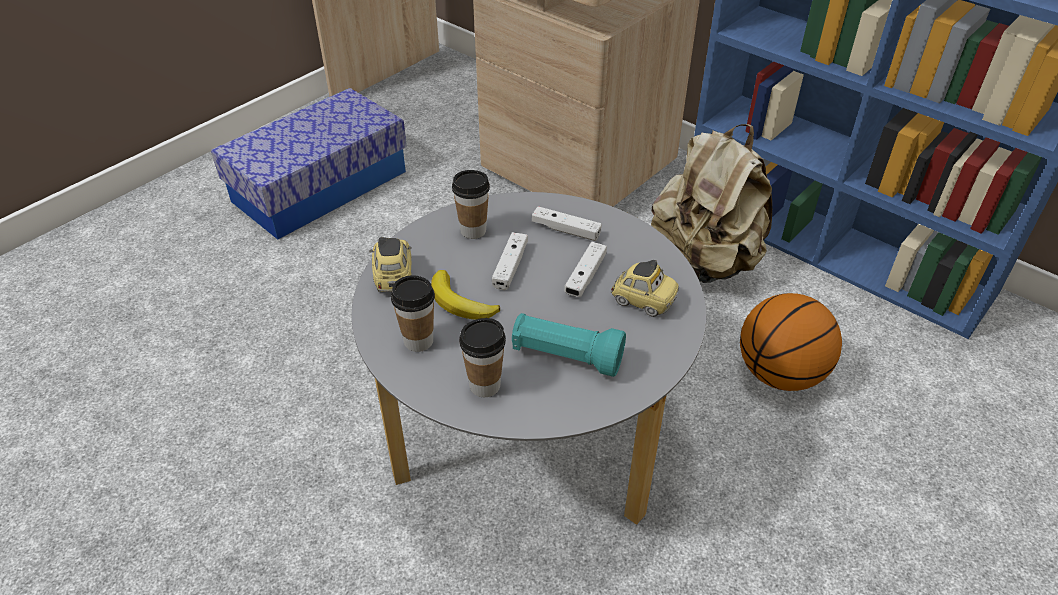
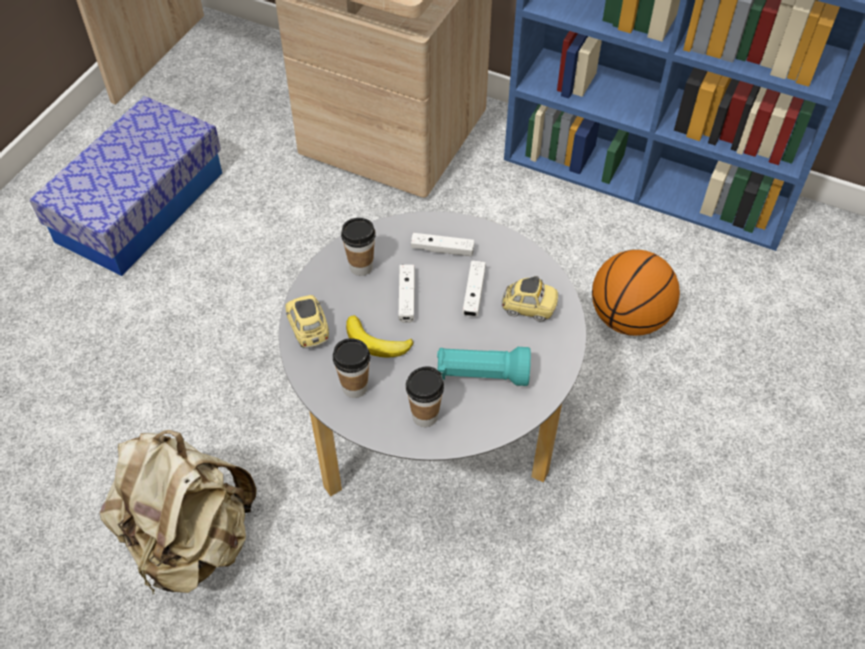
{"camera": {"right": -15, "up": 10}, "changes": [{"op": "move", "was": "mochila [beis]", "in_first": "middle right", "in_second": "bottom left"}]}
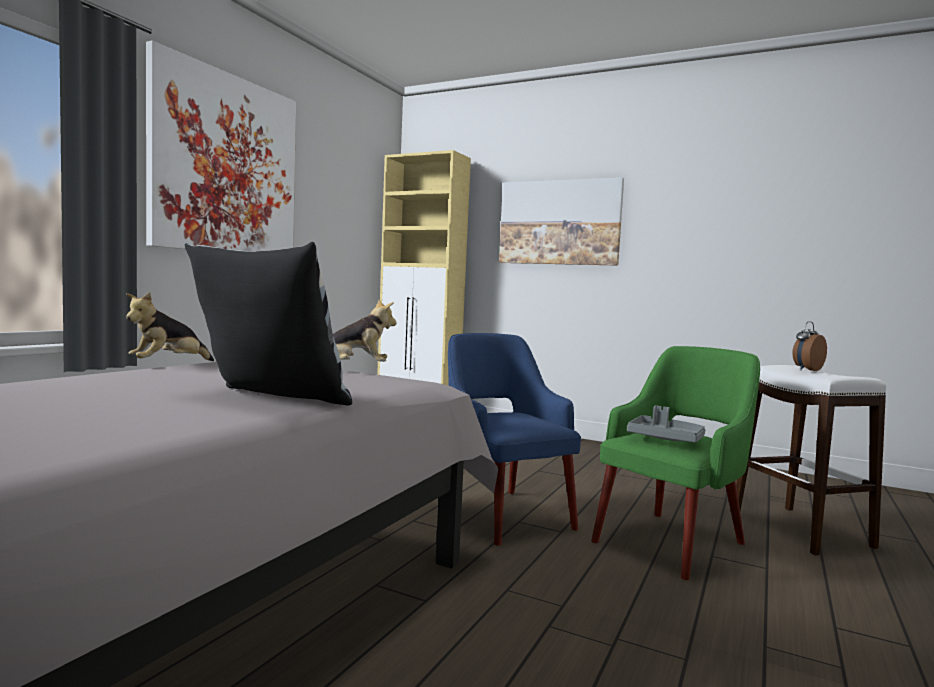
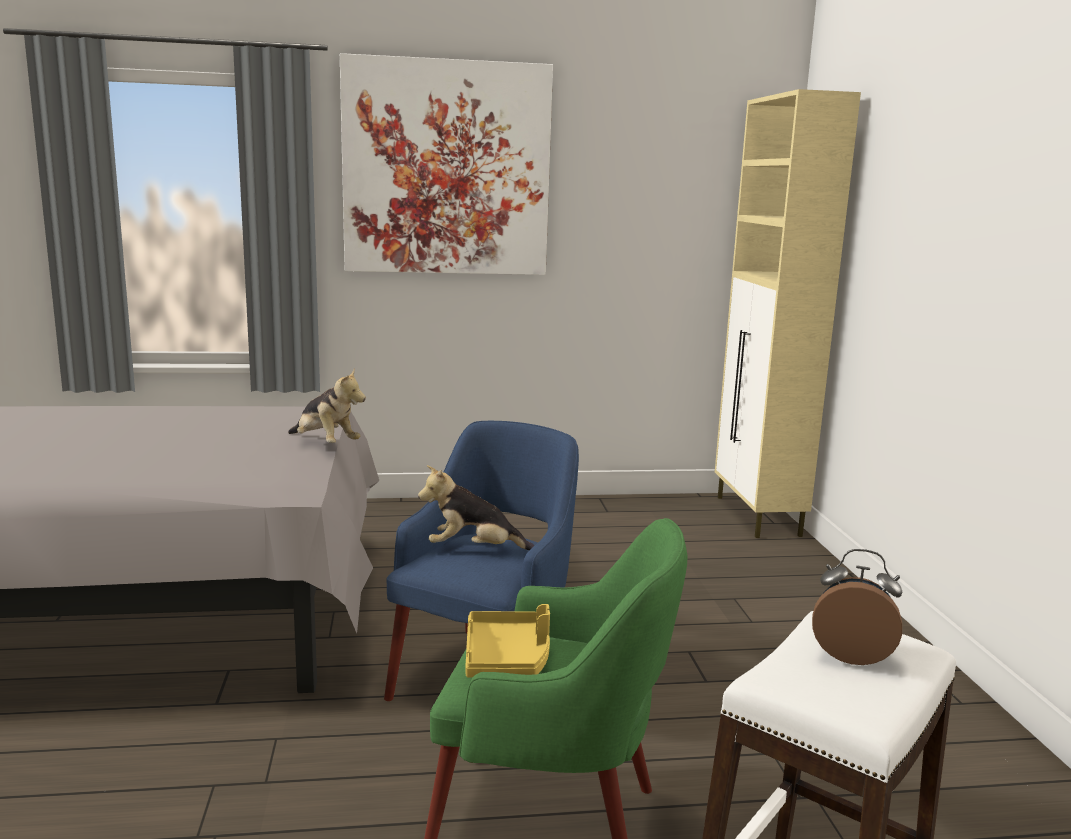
{"camera": {"right": 55, "up": 10}, "changes": [{"op": "delete", "was": "cojín", "in_first": "middle left"}, {"op": "delete", "was": "cuadro (2nd from left)", "in_first": "top centre"}, {"op": "move", "was": "peluche (1st from left in the first image)", "now": "peluche (2nd from left)", "in_first": "middle left", "in_second": "centre"}, {"op": "recolor", "was": "bandeja [gris]", "now": "bandeja [amarillo]", "in_first": "middle right", "in_second": "bottom centre"}]}
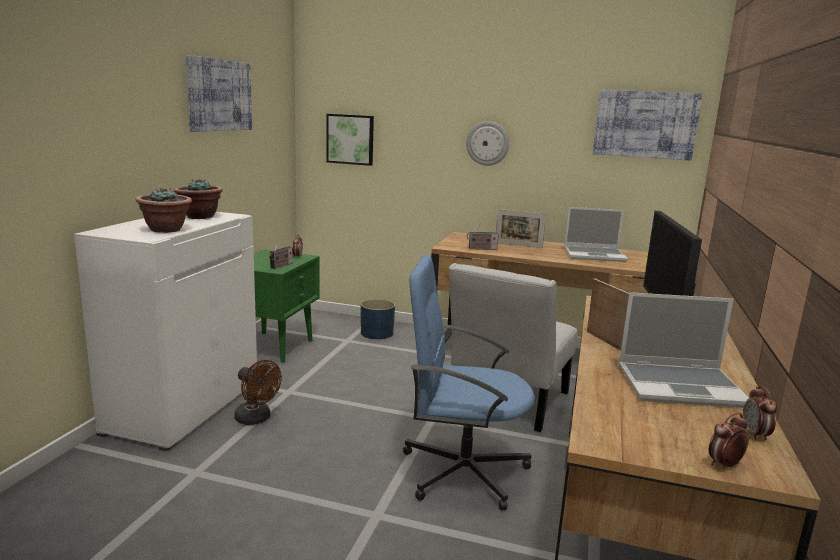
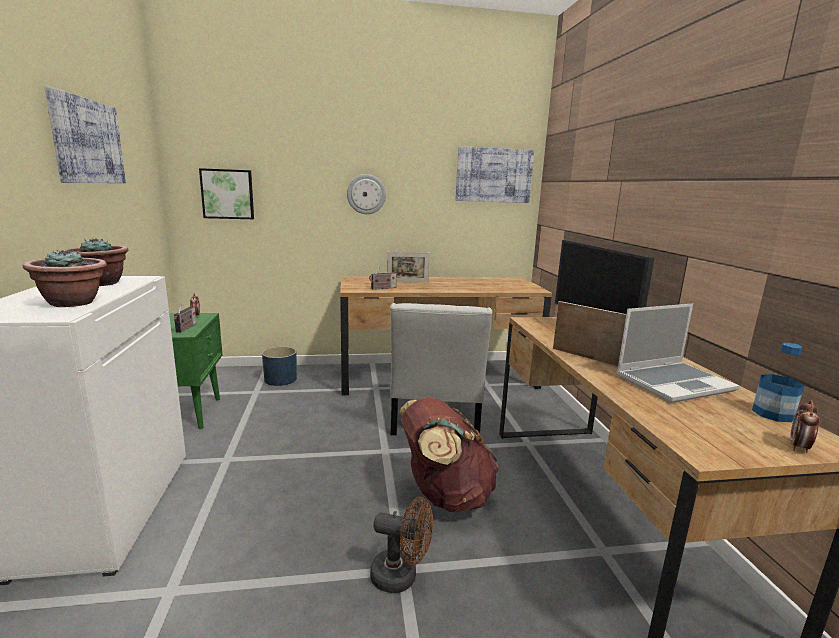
{"camera": {"right": -25, "up": 0}, "changes": [{"op": "delete", "was": "portátil (1st from left)", "in_first": "middle right"}, {"op": "move", "was": "ventilador [marrón]", "in_first": "bottom left", "in_second": "bottom centre"}, {"op": "replace", "was": "silla de oficina [azul]", "now": "mochila [marrón]", "in_first": "bottom centre", "in_second": "bottom centre"}, {"op": "replace", "was": "despertador (3rd from left)", "now": "botella", "in_first": "bottom right", "in_second": "middle right"}]}
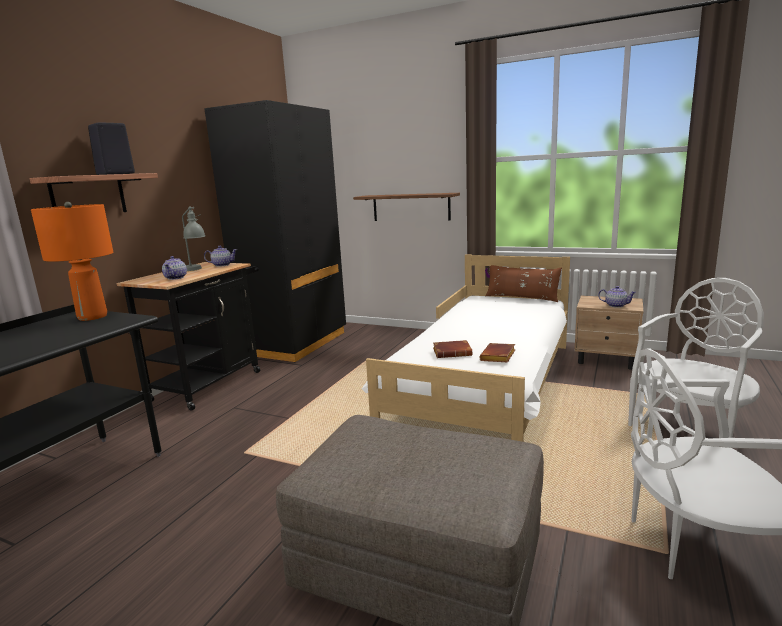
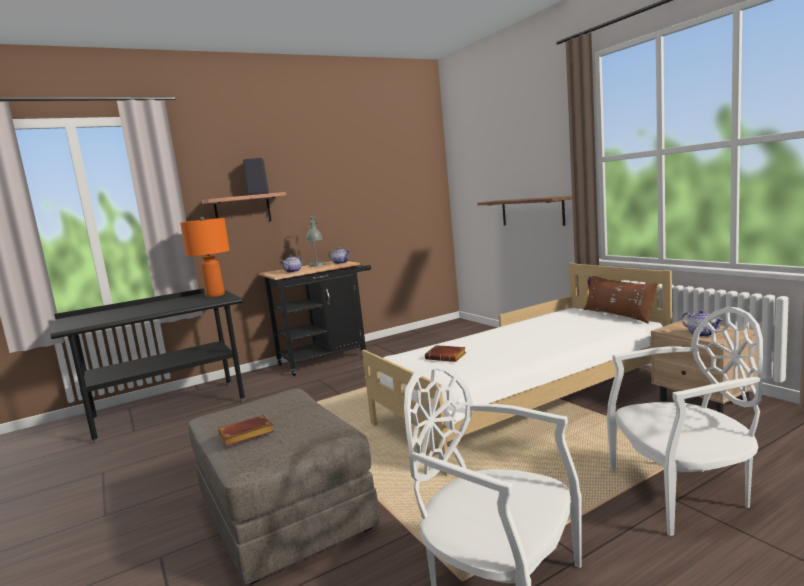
{"camera": {"right": 35, "up": -5}, "changes": [{"op": "delete", "was": "armario ropero [negro]", "in_first": "centre"}, {"op": "move", "was": "libro [marrón] (2nd from left in the first image)", "now": "libro [marrón] (1st from left)", "in_first": "centre", "in_second": "bottom left"}]}
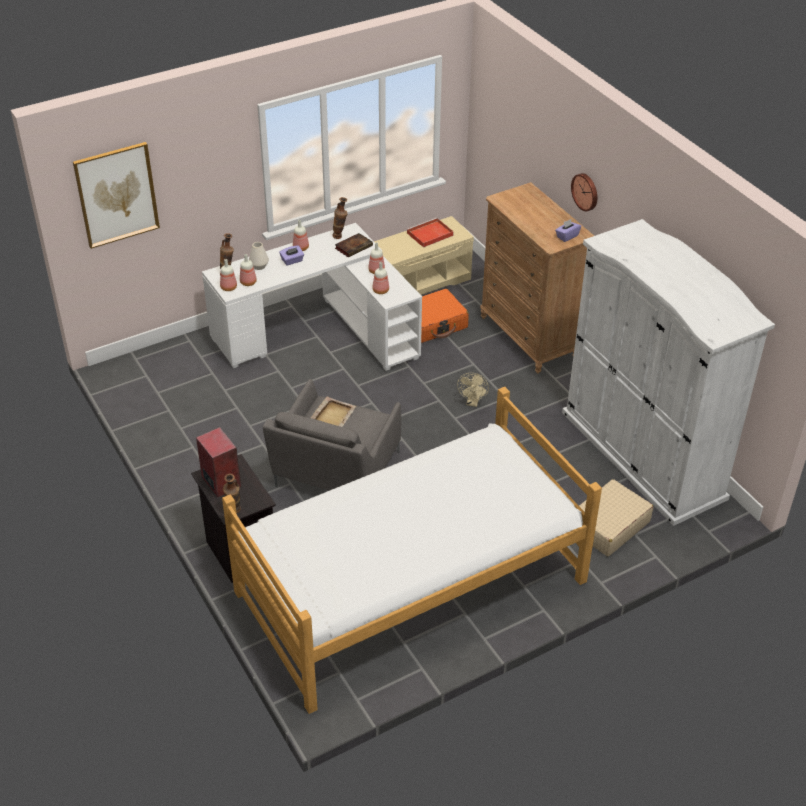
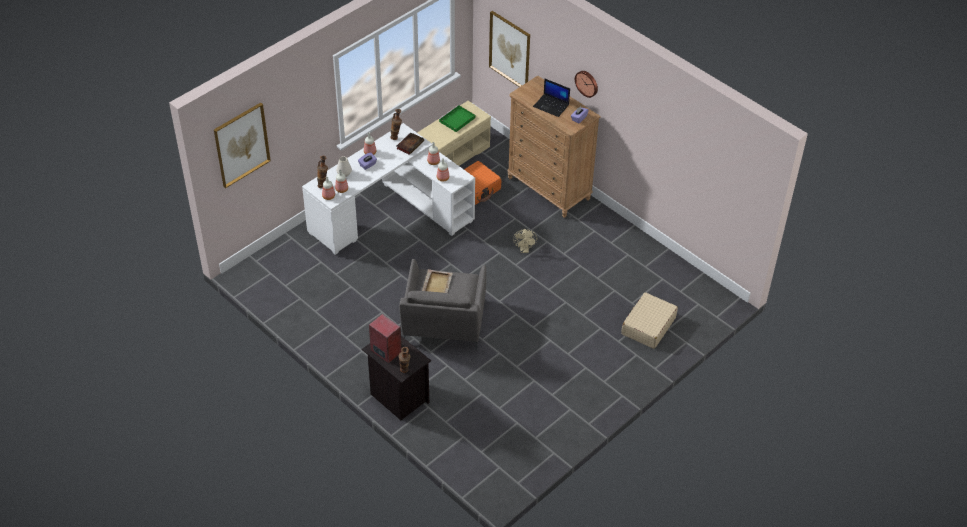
{"camera": {"right": -15, "up": 5}, "changes": [{"op": "delete", "was": "cama", "in_first": "bottom centre"}, {"op": "delete", "was": "armario ropero [blanco]", "in_first": "middle right"}, {"op": "insert", "now": "cuadro (2nd from left)", "in_second": "top centre"}, {"op": "insert", "now": "portátil", "in_second": "top centre"}, {"op": "recolor", "was": "bandeja [rojo]", "now": "bandeja [verde]", "in_first": "top centre", "in_second": "top centre"}]}
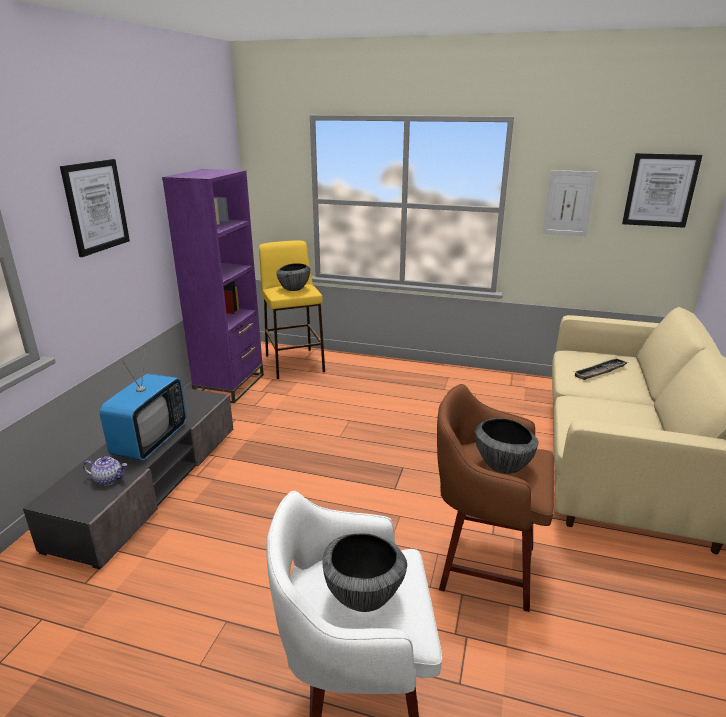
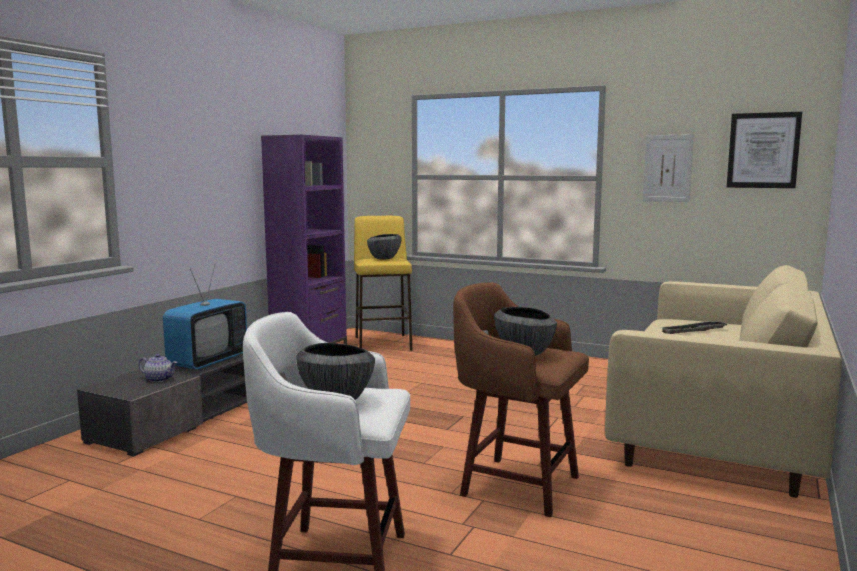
{"camera": {"right": 10, "up": -15}, "changes": [{"op": "delete", "was": "cuadro (1st from left)", "in_first": "top left"}]}
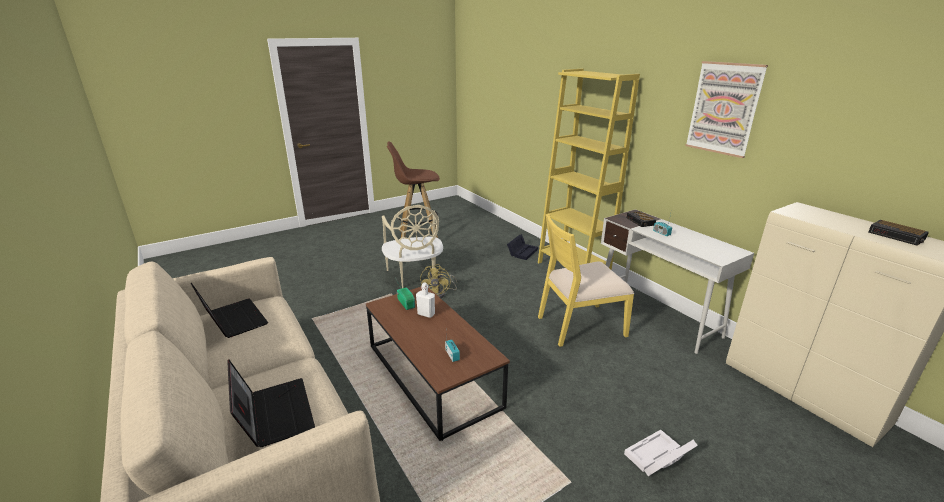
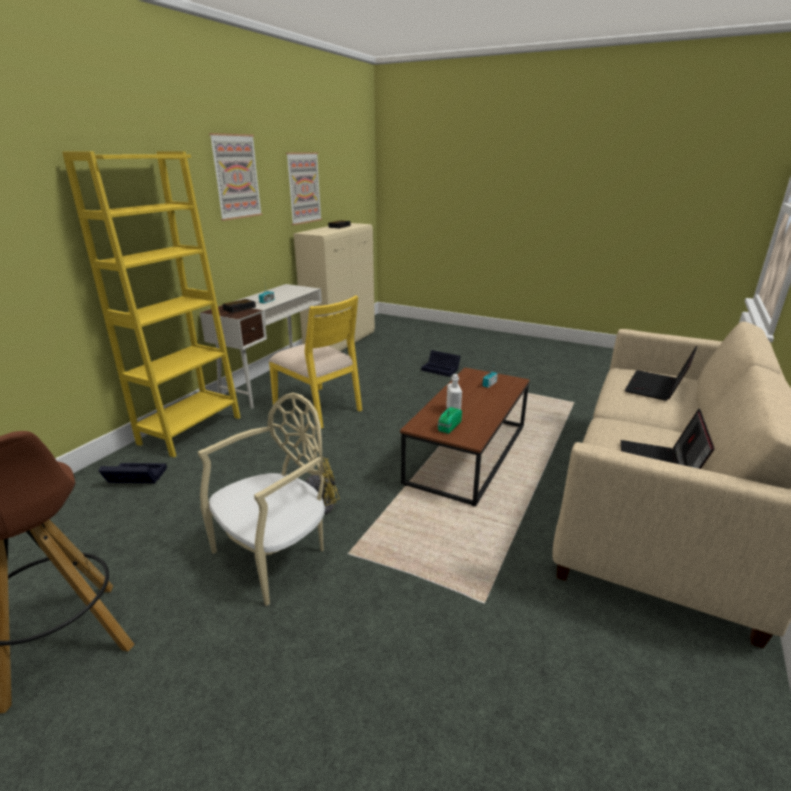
{"camera": {"right": -120, "up": 0}, "changes": [{"op": "insert", "now": "cuadro (2nd from left)", "in_second": "top centre"}, {"op": "recolor", "was": "caja de almacenaje [blanco]", "now": "caja de almacenaje [negro] (2nd from left)", "in_first": "bottom right", "in_second": "centre"}]}
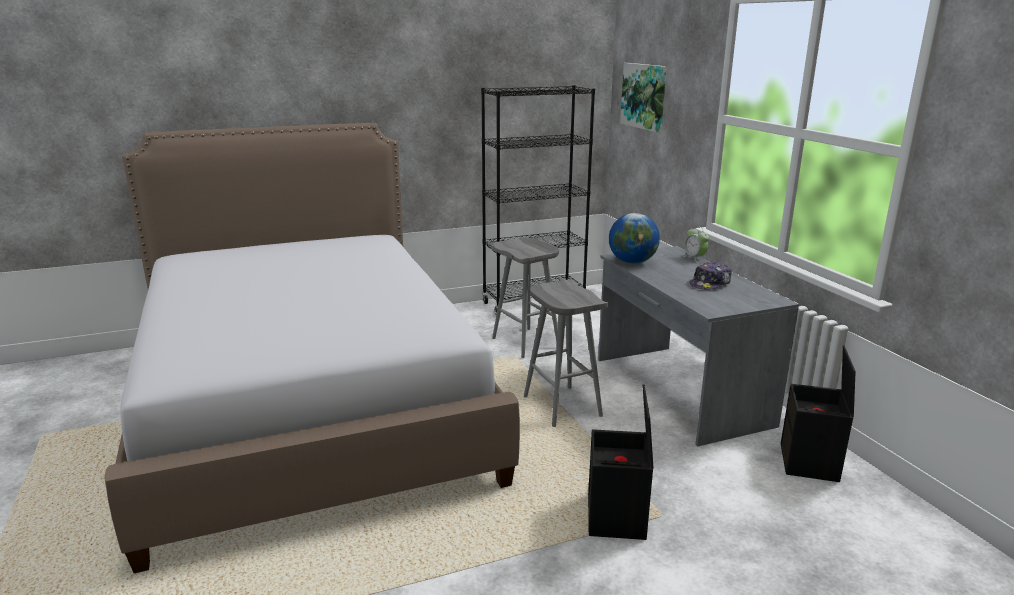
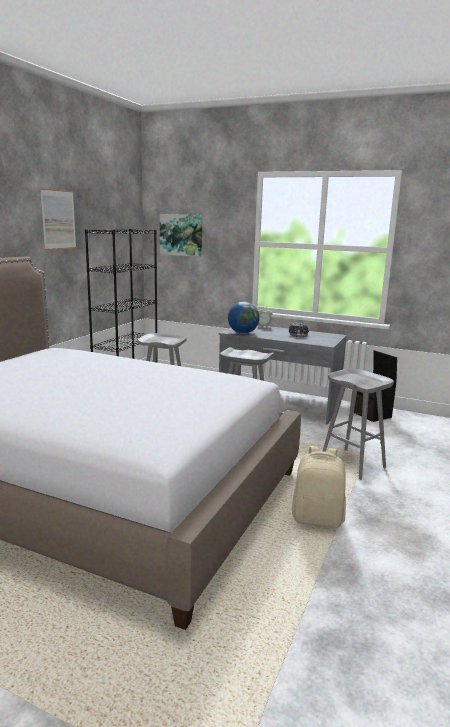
{"camera": {"right": -45, "up": -5}, "changes": [{"op": "insert", "now": "cuadro (1st from left)", "in_second": "top left"}, {"op": "insert", "now": "mochila [beis]", "in_second": "bottom right"}, {"op": "replace", "was": "caja de almacenaje [negro] (1st from left)", "now": "taburete [gris] (3rd from left)", "in_first": "bottom centre", "in_second": "middle right"}]}
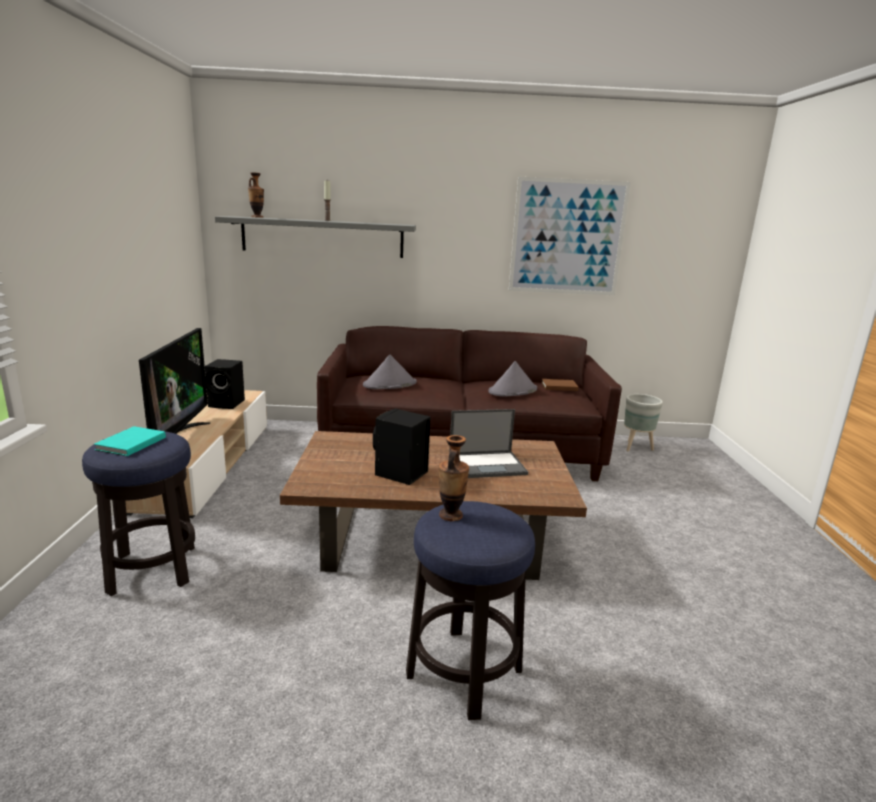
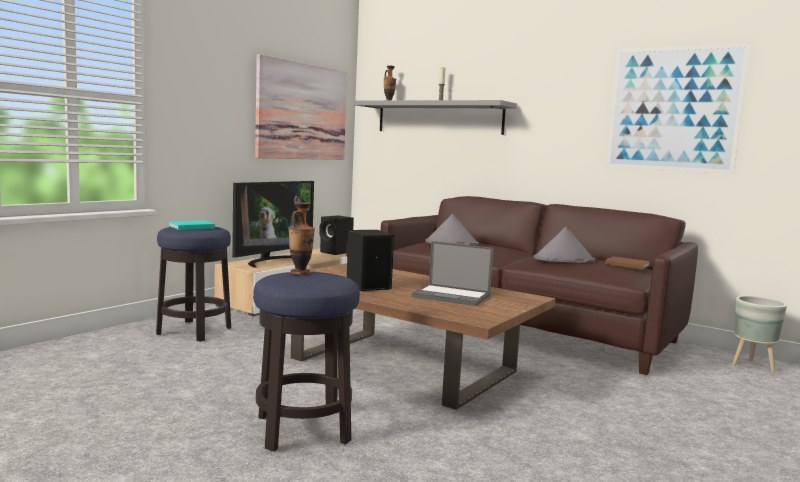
{"camera": {"right": 35, "up": -10}, "changes": [{"op": "insert", "now": "cuadro (1st from left)", "in_second": "top centre"}]}
